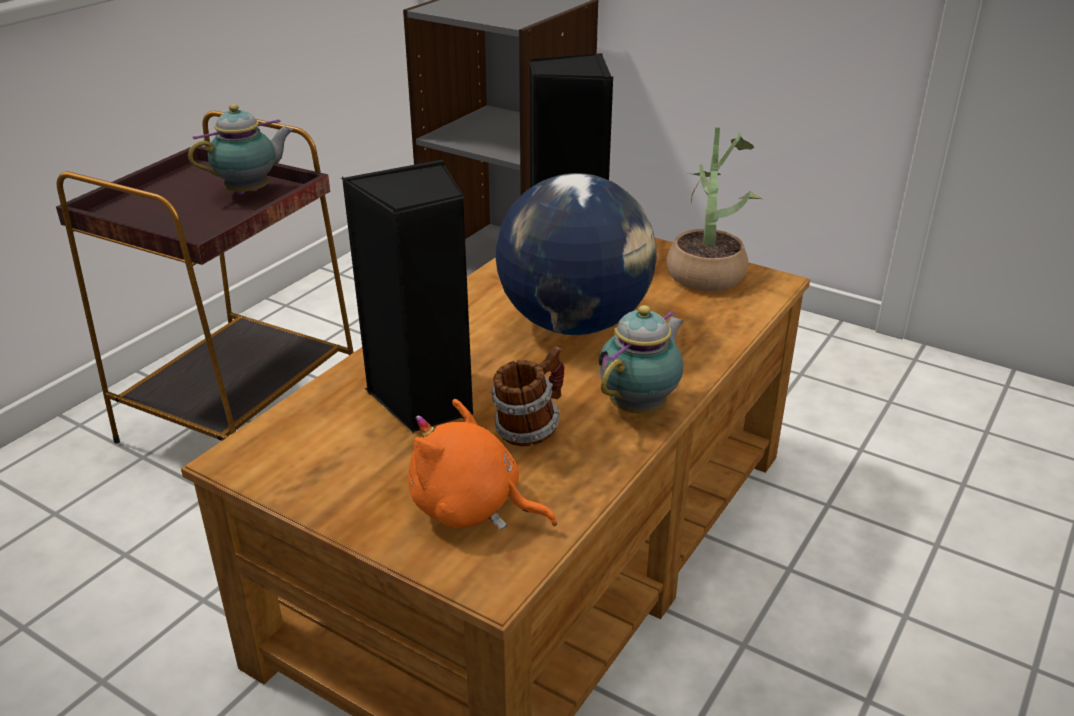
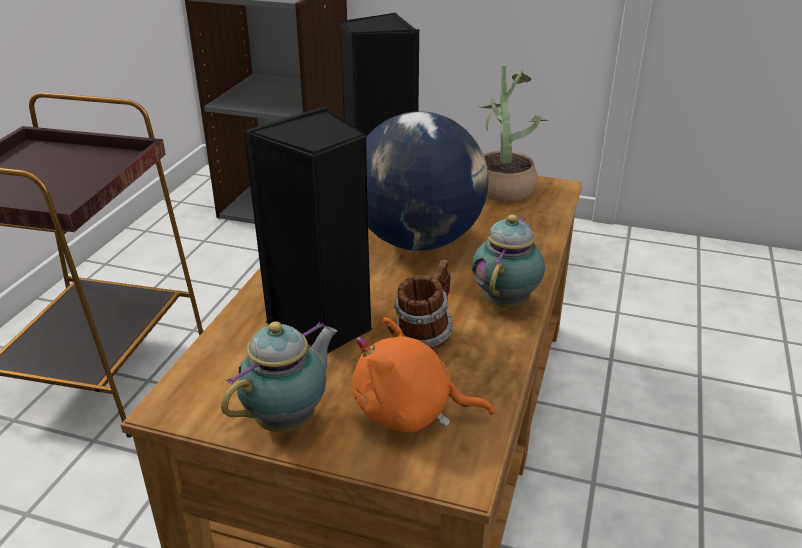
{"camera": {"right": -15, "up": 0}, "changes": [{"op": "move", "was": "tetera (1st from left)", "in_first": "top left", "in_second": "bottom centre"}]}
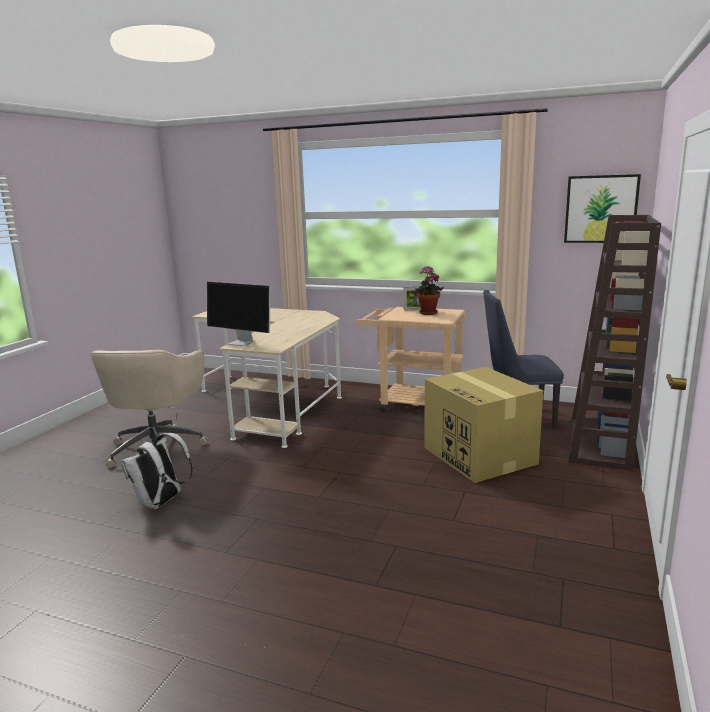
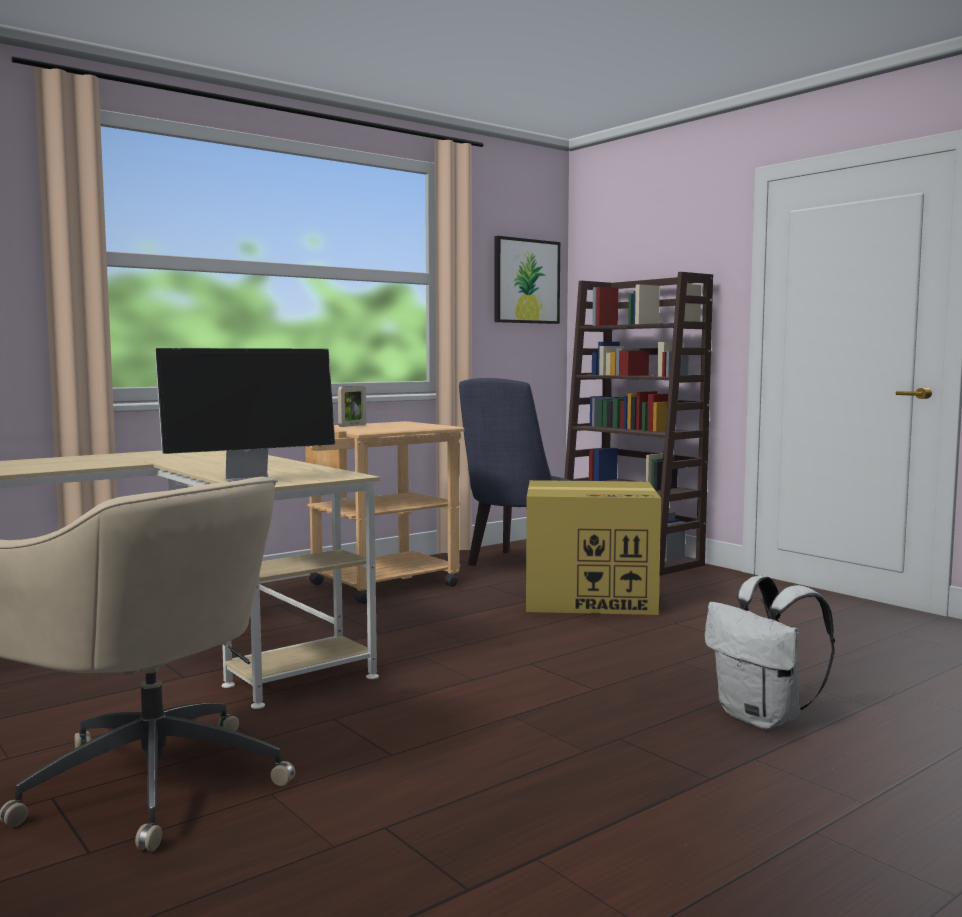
{"camera": {"right": -60, "up": -10}, "changes": [{"op": "delete", "was": "planta en maceta", "in_first": "centre"}, {"op": "move", "was": "mochila [blanco]", "in_first": "middle left", "in_second": "bottom right"}]}
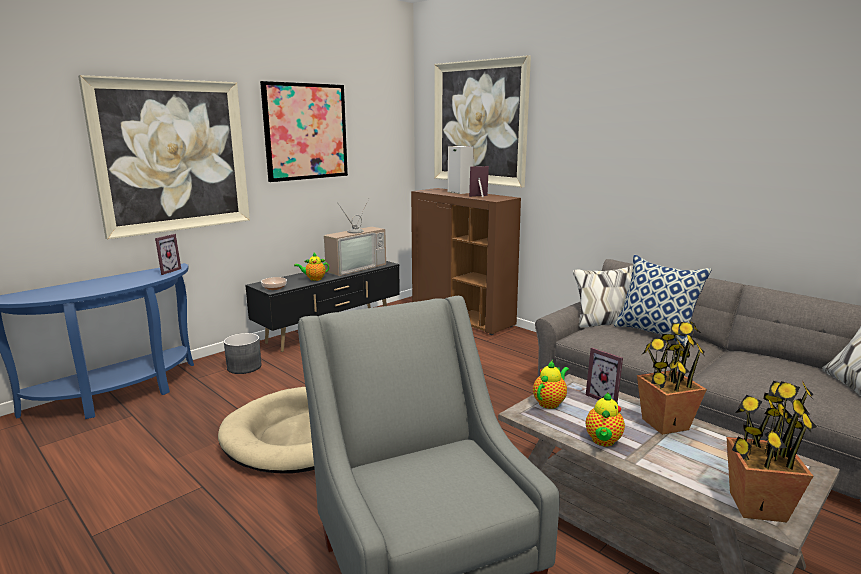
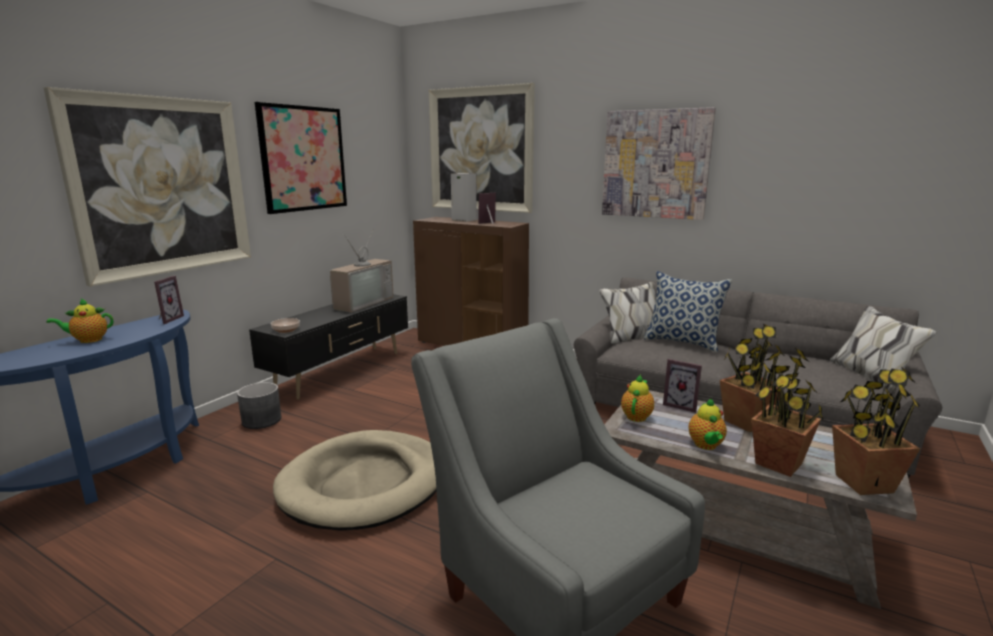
{"camera": {"right": -15, "up": 0}, "changes": [{"op": "insert", "now": "cuadro (4th from left)", "in_second": "top centre"}, {"op": "insert", "now": "planta en maceta (2nd from left)", "in_second": "middle right"}, {"op": "move", "was": "tetera (1st from left)", "in_first": "centre", "in_second": "middle left"}]}
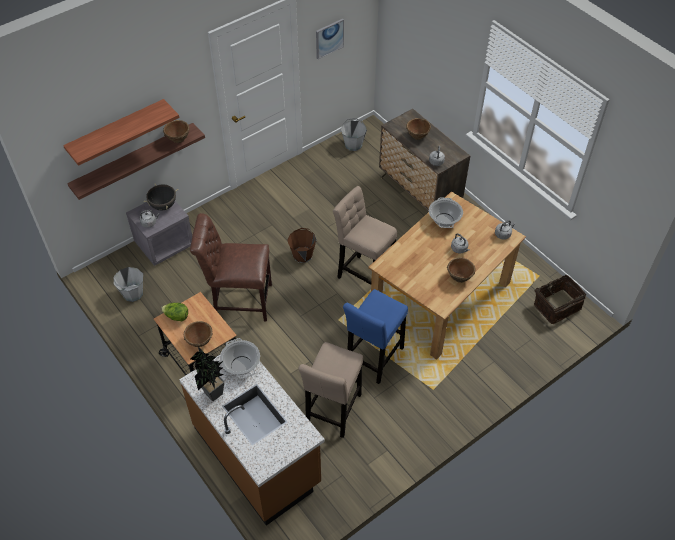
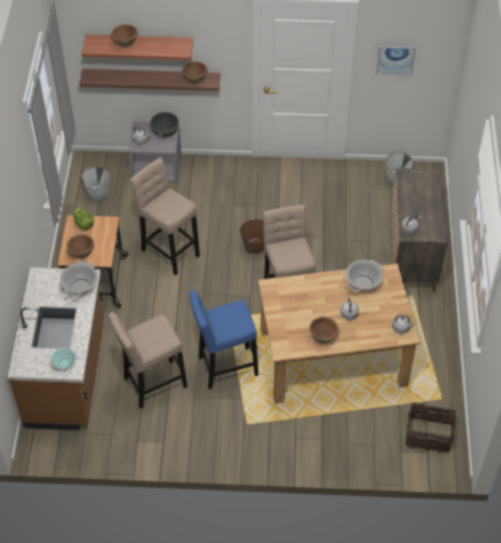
{"camera": {"right": 40, "up": 0}, "changes": [{"op": "delete", "was": "planta en maceta", "in_first": "bottom left"}, {"op": "insert", "now": "cuenco [turquesa]", "in_second": "middle left"}, {"op": "move", "was": "cuenco [marrón] (3rd from left in the first image)", "now": "cuenco [marrón] (2nd from left)", "in_first": "top centre", "in_second": "top left"}, {"op": "replace", "was": "silla [marrón]", "now": "taburete [beis] (2nd from left)", "in_first": "centre", "in_second": "middle left"}]}
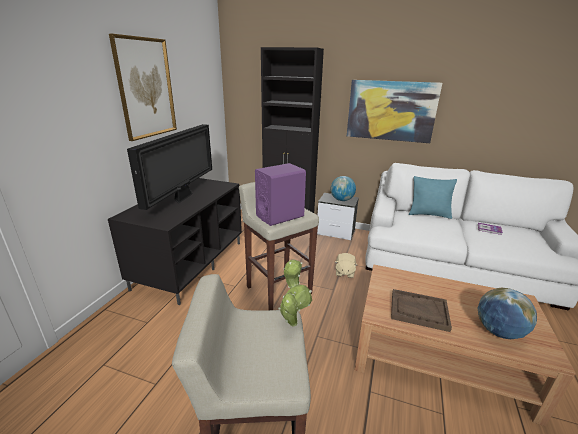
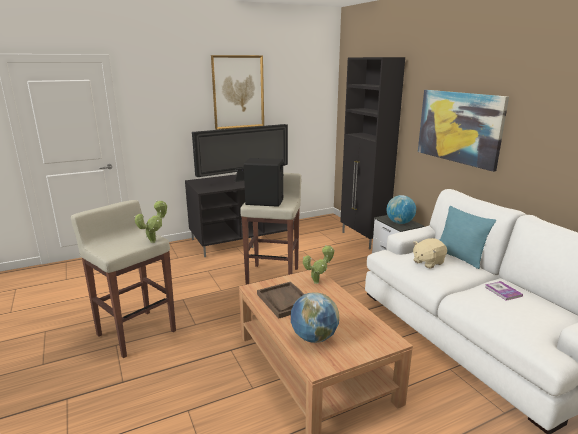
{"camera": {"right": 45, "up": -5}, "changes": [{"op": "insert", "now": "planta en maceta (2nd from left)", "in_second": "centre"}, {"op": "move", "was": "peluche [beis]", "in_first": "centre", "in_second": "middle right"}, {"op": "recolor", "was": "altavoz [morado]", "now": "altavoz [negro]", "in_first": "centre", "in_second": "centre"}]}
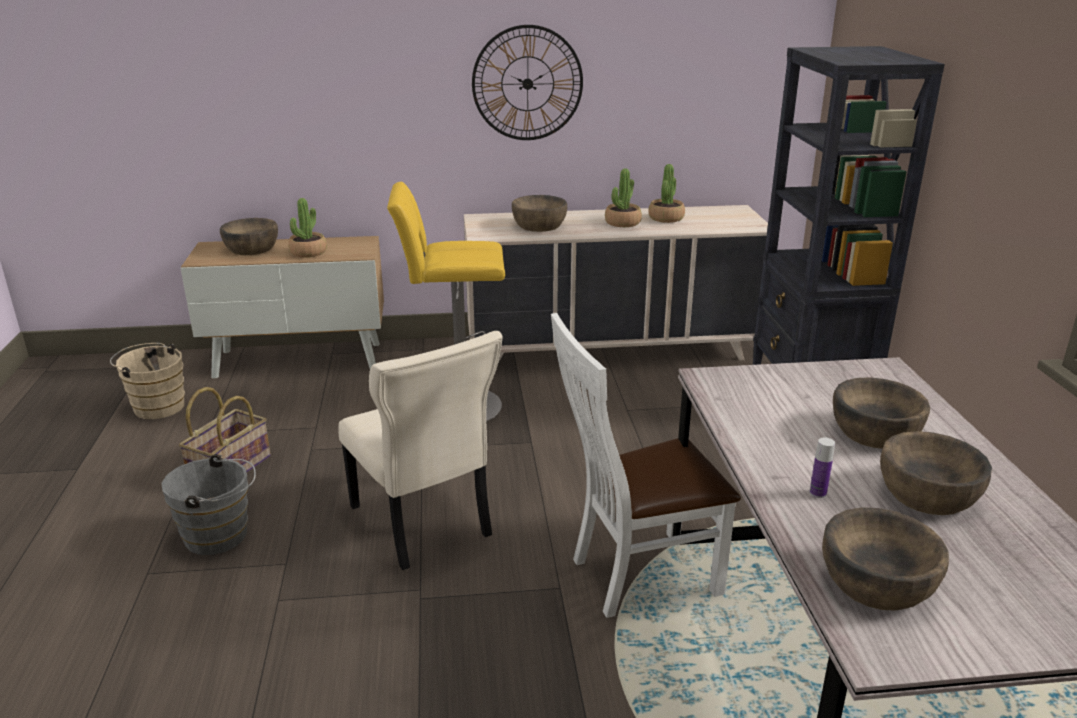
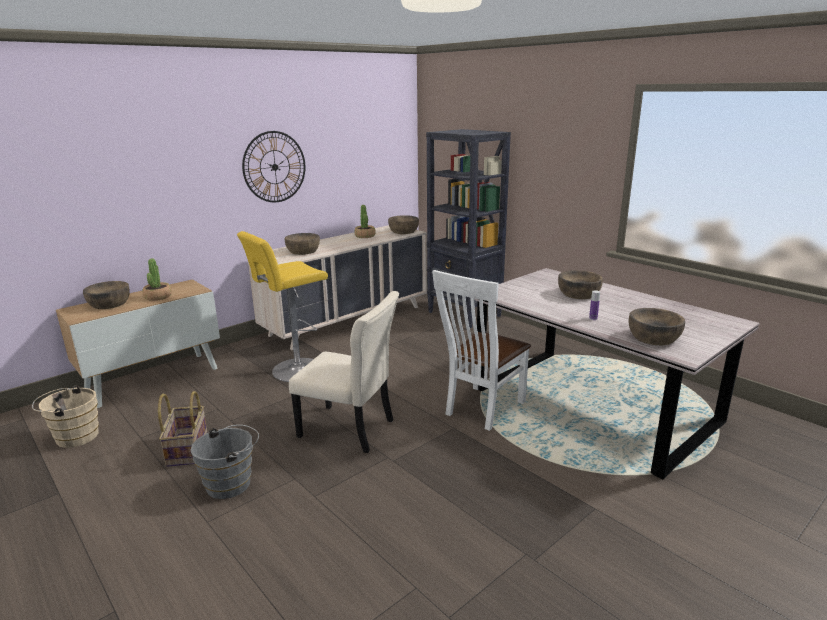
{"camera": {"right": -35, "up": -5}, "changes": [{"op": "delete", "was": "planta en maceta (2nd from left)", "in_first": "top centre"}, {"op": "move", "was": "cuenco [marrón] (5th from left in the first image)", "now": "cuenco [marrón] (3rd from left)", "in_first": "middle right", "in_second": "centre"}]}
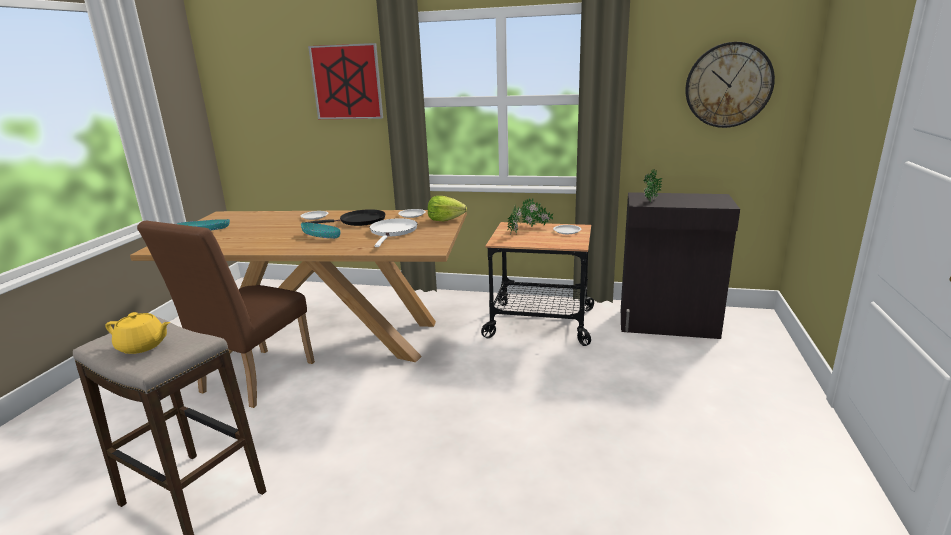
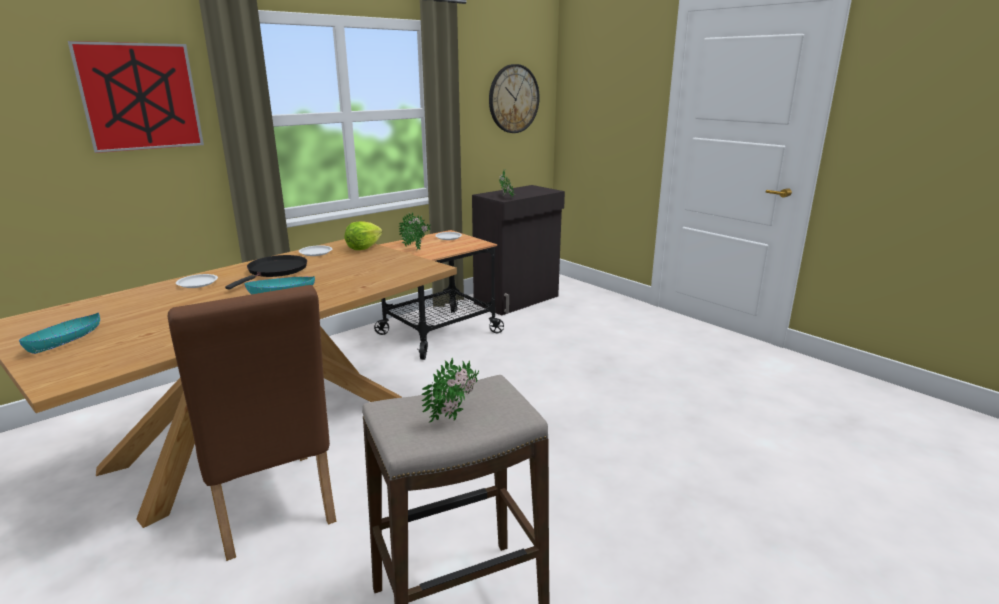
{"camera": {"right": -55, "up": 0}, "changes": [{"op": "delete", "was": "sartén [blanco]", "in_first": "centre"}, {"op": "replace", "was": "tetera [amarillo]", "now": "planta en maceta (3rd from left)", "in_first": "middle left", "in_second": "centre"}]}
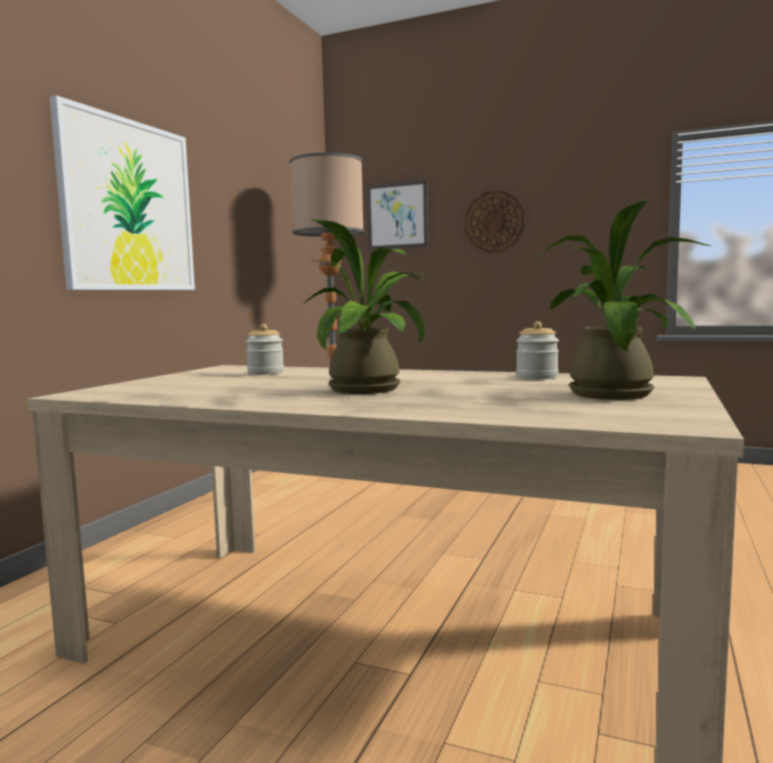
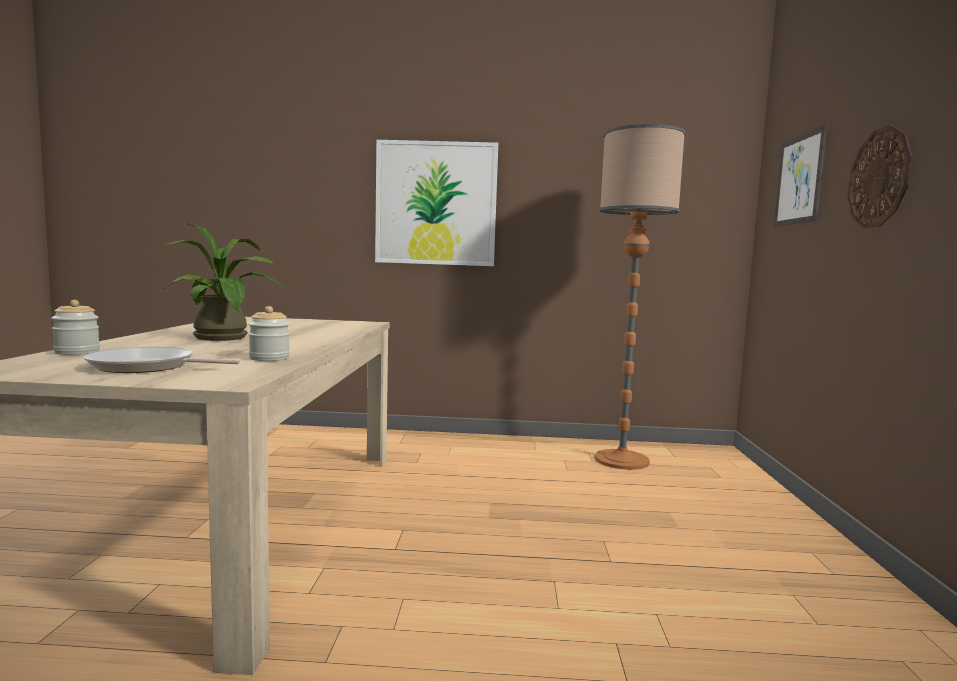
{"camera": {"right": 70, "up": 0}, "changes": [{"op": "move", "was": "tarro (1st from left)", "in_first": "centre", "in_second": "middle left"}, {"op": "replace", "was": "planta en maceta (2nd from left)", "now": "sartén", "in_first": "middle right", "in_second": "middle left"}]}
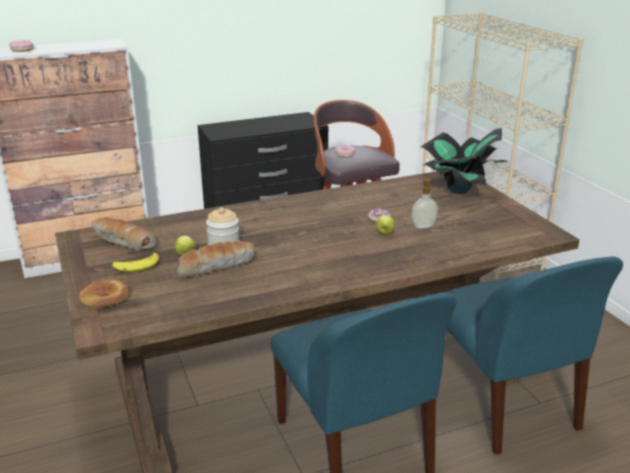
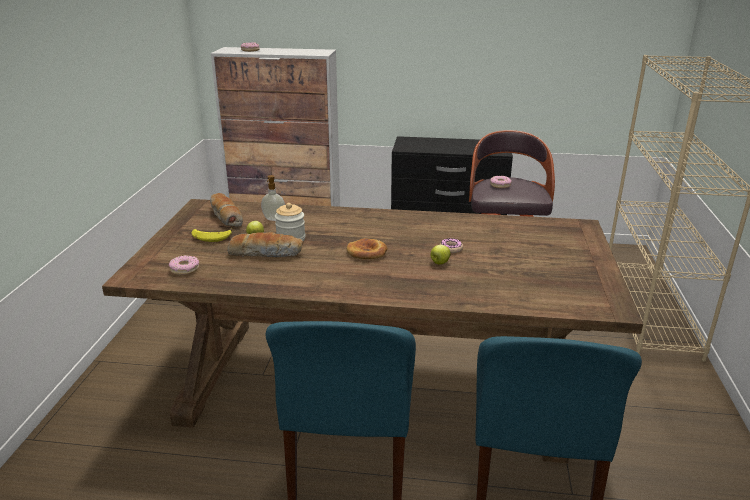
{"camera": {"right": 30, "up": 0}, "changes": [{"op": "delete", "was": "planta en maceta", "in_first": "middle right"}, {"op": "insert", "now": "rosquilla (1st from left)", "in_second": "middle left"}, {"op": "move", "was": "pan (1st from left in the first image)", "now": "pan (3rd from left)", "in_first": "middle left", "in_second": "centre"}, {"op": "move", "was": "dispensador de jabón", "in_first": "middle right", "in_second": "centre"}]}
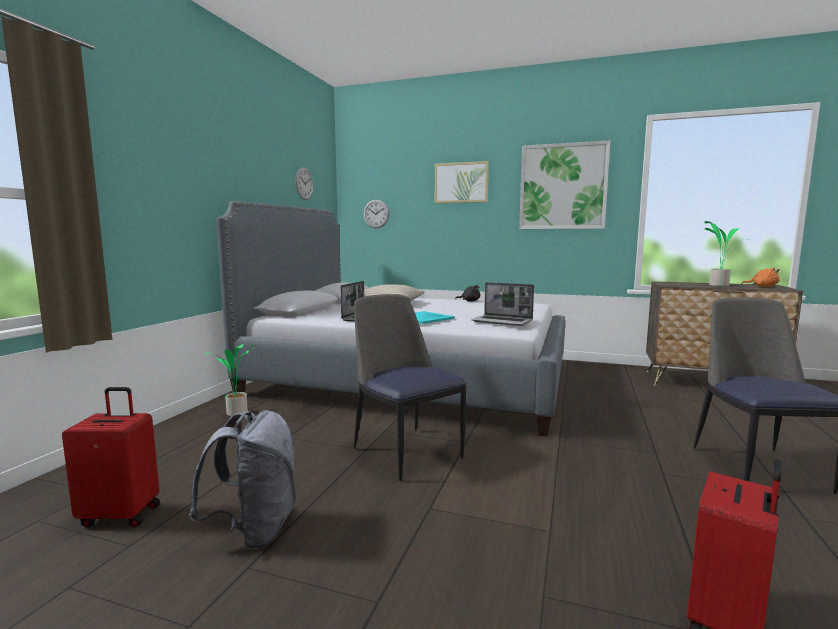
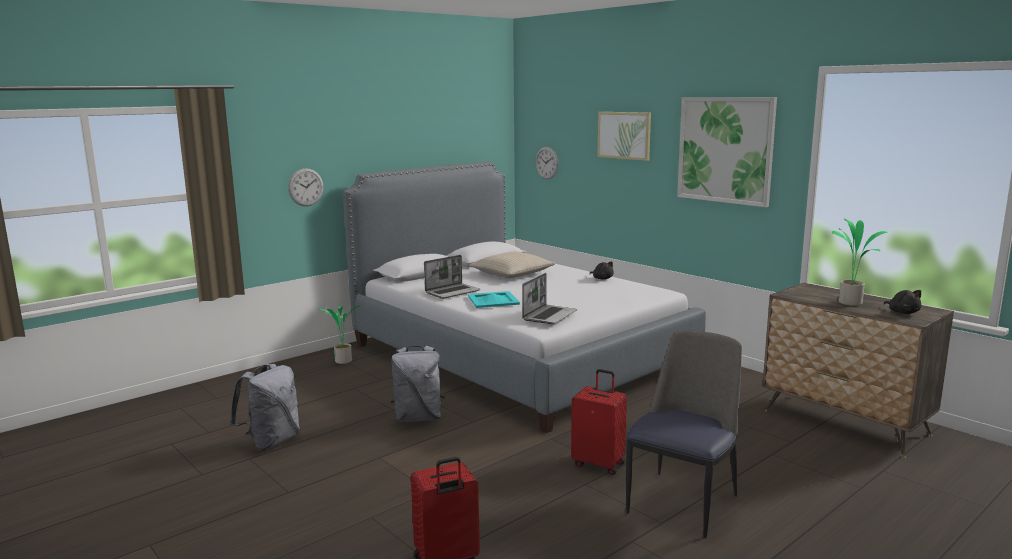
{"camera": {"right": 30, "up": 5}, "changes": [{"op": "move", "was": "maleta [rojo] (1st from left in the first image)", "now": "maleta [rojo] (2nd from left)", "in_first": "bottom left", "in_second": "bottom centre"}, {"op": "move", "was": "reloj de pared (1st from left)", "in_first": "top centre", "in_second": "middle left"}, {"op": "replace", "was": "silla (1st from left)", "now": "mochila [gris] (2nd from left)", "in_first": "centre", "in_second": "bottom centre"}, {"op": "recolor", "was": "peluche [naranja]", "now": "peluche [negro] (2nd from left)", "in_first": "middle right", "in_second": "middle right"}, {"op": "rotate", "was": "portátil (2nd from left)", "in_first": "centre", "in_second": "centre", "clockwise": -120}]}
